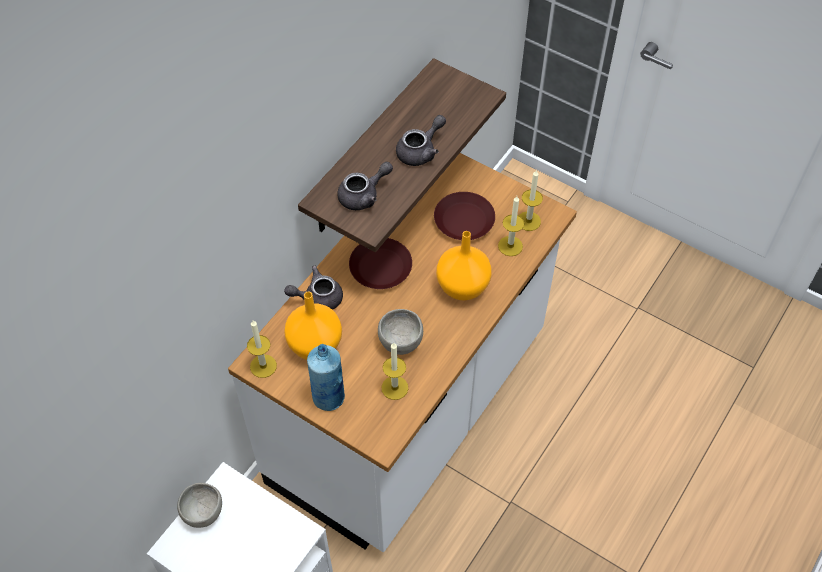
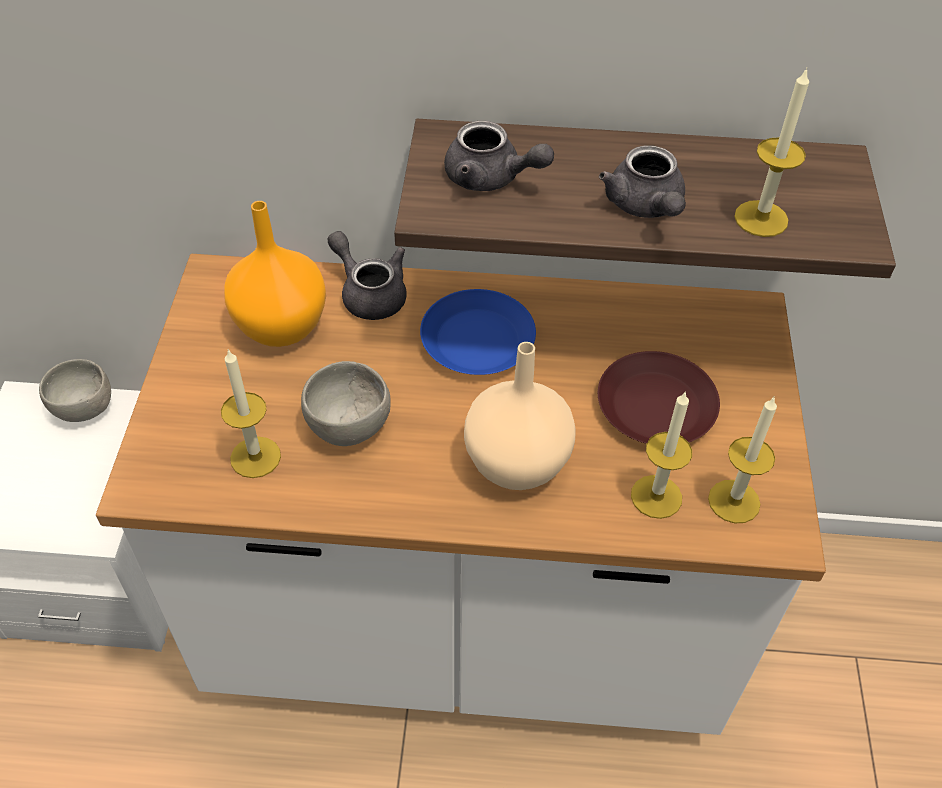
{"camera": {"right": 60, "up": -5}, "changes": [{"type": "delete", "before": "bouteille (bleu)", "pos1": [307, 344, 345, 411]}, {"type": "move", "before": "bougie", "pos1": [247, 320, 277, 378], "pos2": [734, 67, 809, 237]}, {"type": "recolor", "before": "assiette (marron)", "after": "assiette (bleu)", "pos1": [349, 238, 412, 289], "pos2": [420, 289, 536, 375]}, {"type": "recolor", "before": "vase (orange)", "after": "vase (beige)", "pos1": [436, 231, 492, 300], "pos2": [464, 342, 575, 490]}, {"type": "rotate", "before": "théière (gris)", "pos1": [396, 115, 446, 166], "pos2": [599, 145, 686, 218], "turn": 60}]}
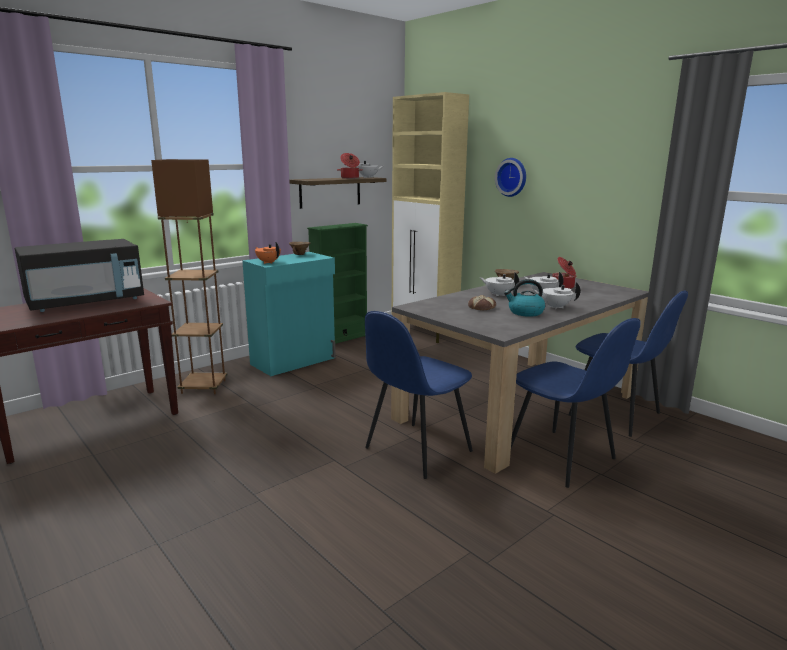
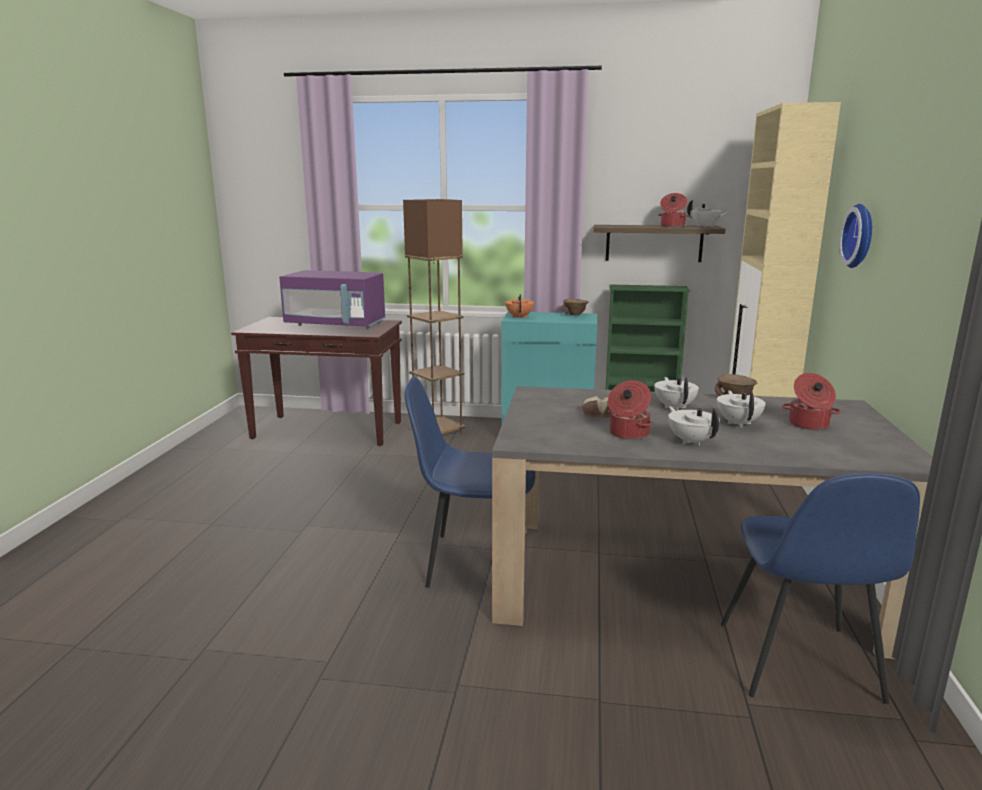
{"camera": {"right": 50, "up": 0}, "changes": [{"type": "delete", "before": "chaise (bleu)", "pos1": [511, 318, 640, 488]}, {"type": "replace", "before": "bouilloire", "after": "marmite", "pos1": [504, 279, 545, 317], "pos2": [608, 380, 653, 440]}, {"type": "recolor", "before": "micro-ondes (noir)", "after": "micro-ondes (violet)", "pos1": [15, 239, 144, 312], "pos2": [279, 270, 386, 329]}]}
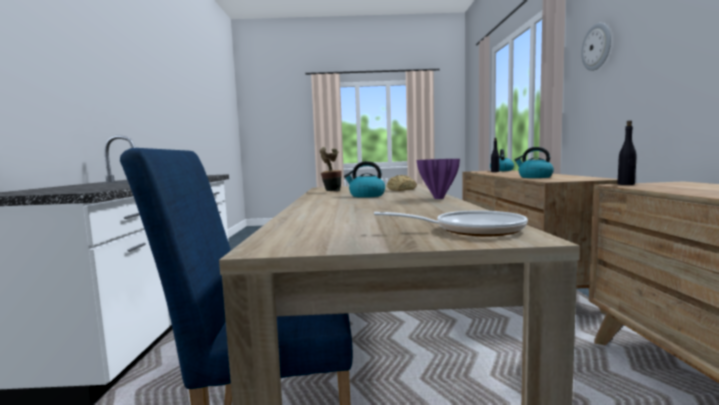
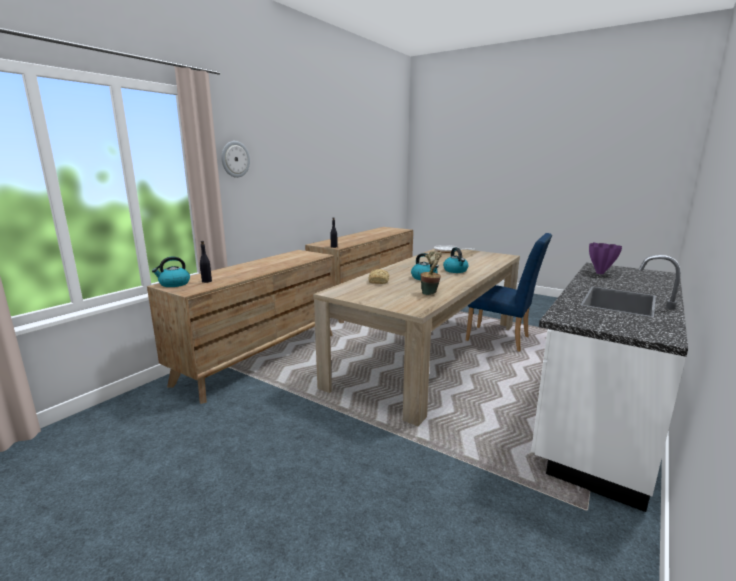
{"camera": {"right": -145, "up": 10}, "changes": [{"type": "move", "before": "vase (violet)", "pos1": [417, 159, 460, 199], "pos2": [589, 243, 622, 274]}, {"type": "move", "before": "bouilloire", "pos1": [515, 147, 554, 178], "pos2": [443, 247, 469, 273]}]}
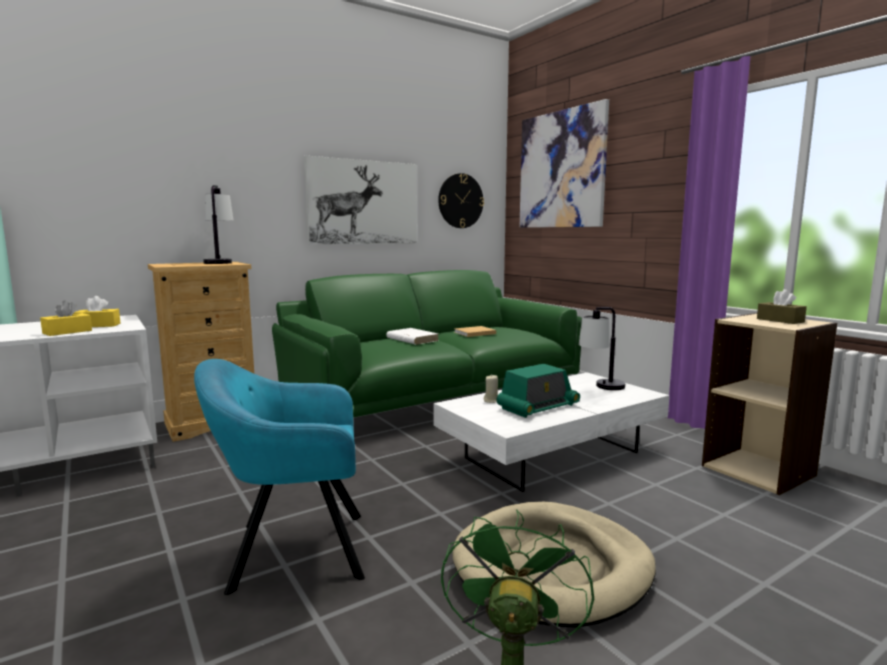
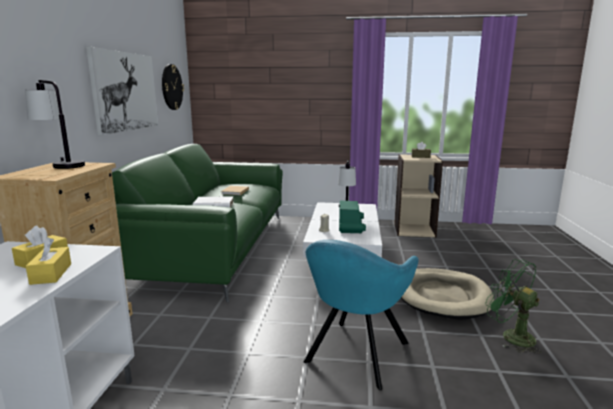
{"camera": {"right": -50, "up": 5}, "changes": [{"type": "delete", "before": "tableau", "pos1": [520, 99, 609, 228]}]}
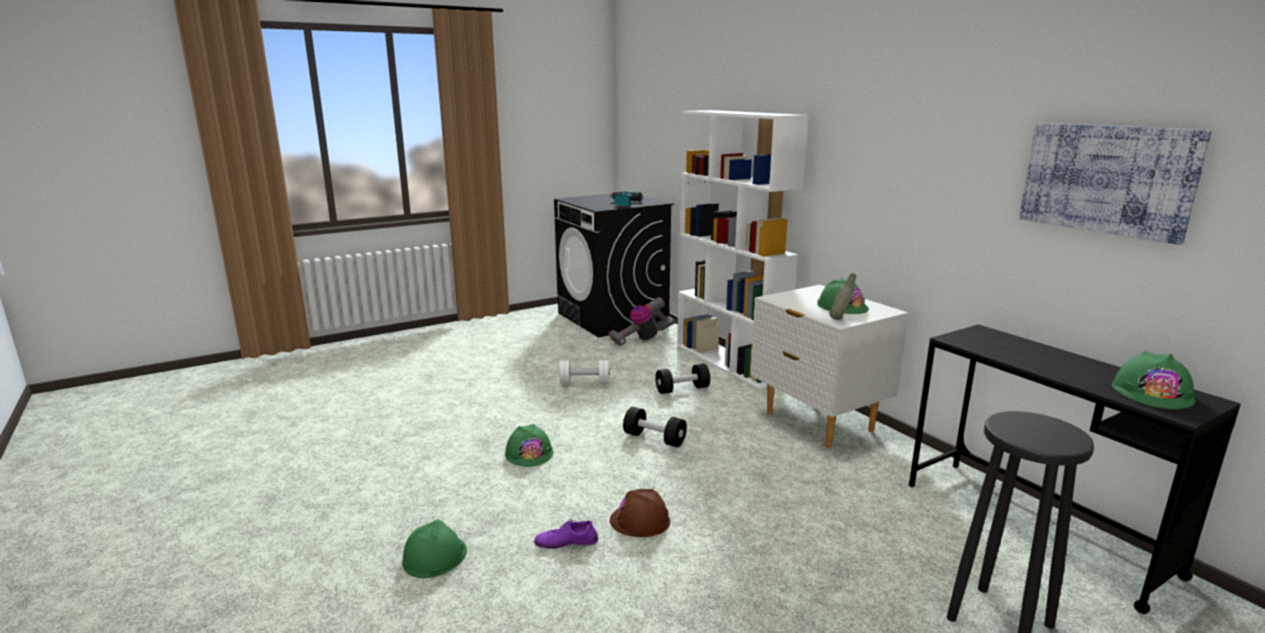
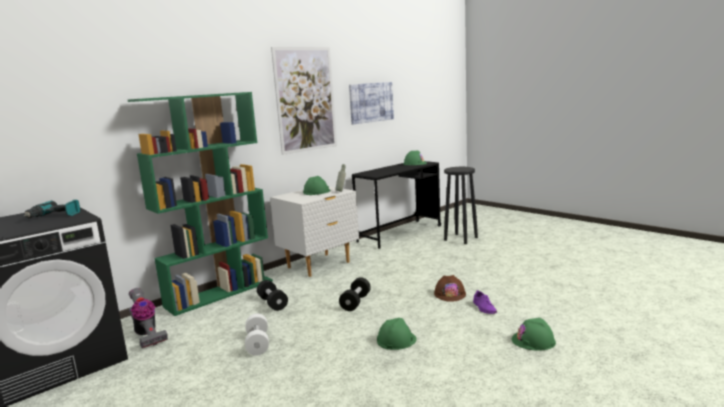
{"camera": {"right": -100, "up": -5}, "changes": [{"type": "insert", "after": "tableau", "pos2": [271, 47, 337, 155]}, {"type": "recolor", "before": "bibliothèque (blanc)", "after": "bibliothèque (vert)", "pos1": [677, 110, 809, 390], "pos2": [128, 92, 273, 316]}]}
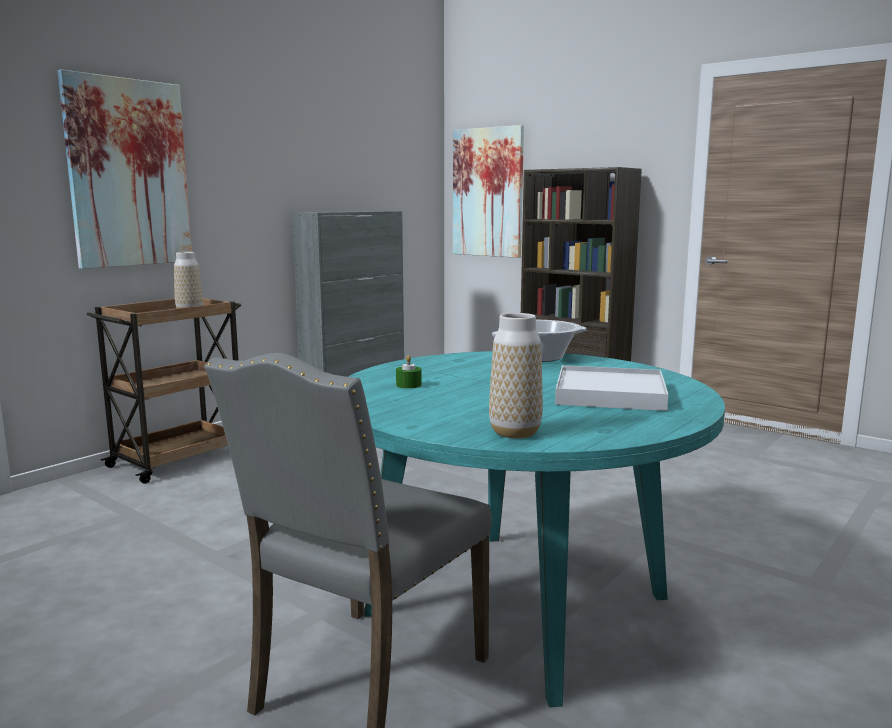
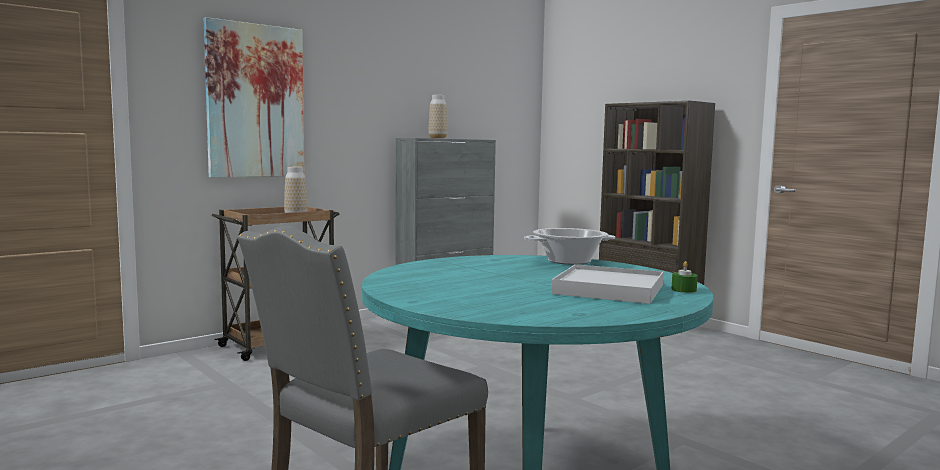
{"camera": {"right": 10, "up": -5}, "changes": [{"type": "delete", "before": "tableau", "pos1": [453, 125, 524, 258]}, {"type": "move", "before": "bougie (vert)", "pos1": [396, 355, 422, 389], "pos2": [671, 261, 698, 293]}, {"type": "move", "before": "vase", "pos1": [489, 313, 543, 438], "pos2": [428, 95, 448, 139]}]}
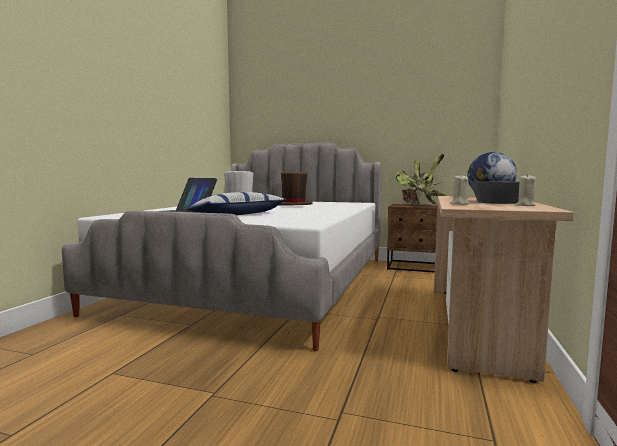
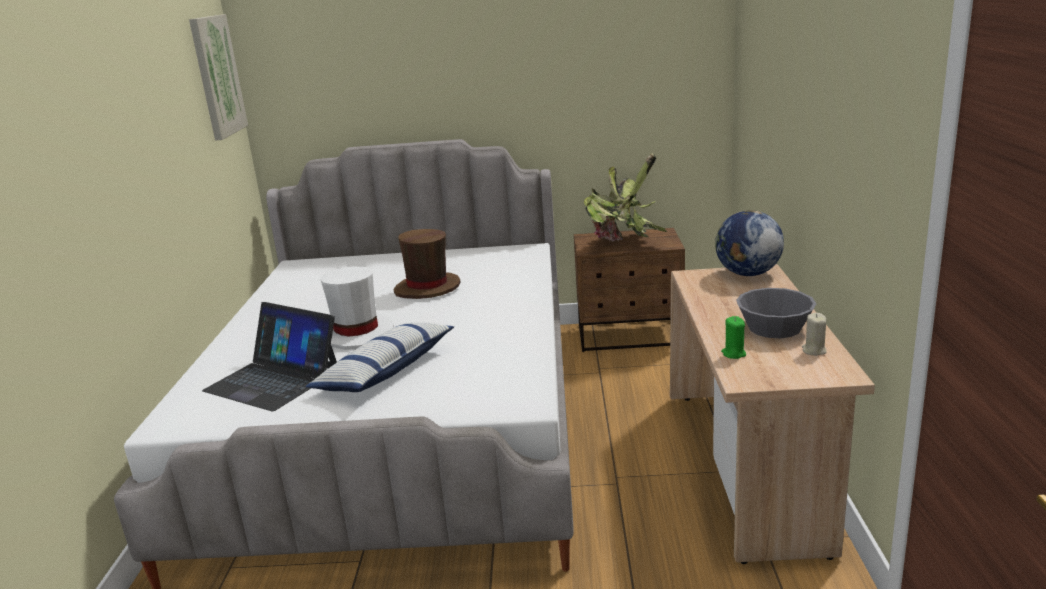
{"camera": {"right": -15, "up": 15}, "changes": [{"type": "insert", "after": "tableau", "pos2": [189, 14, 248, 141]}, {"type": "recolor", "before": "bougie (beige)", "after": "bougie (vert)", "pos1": [450, 176, 469, 205], "pos2": [721, 316, 746, 359]}]}
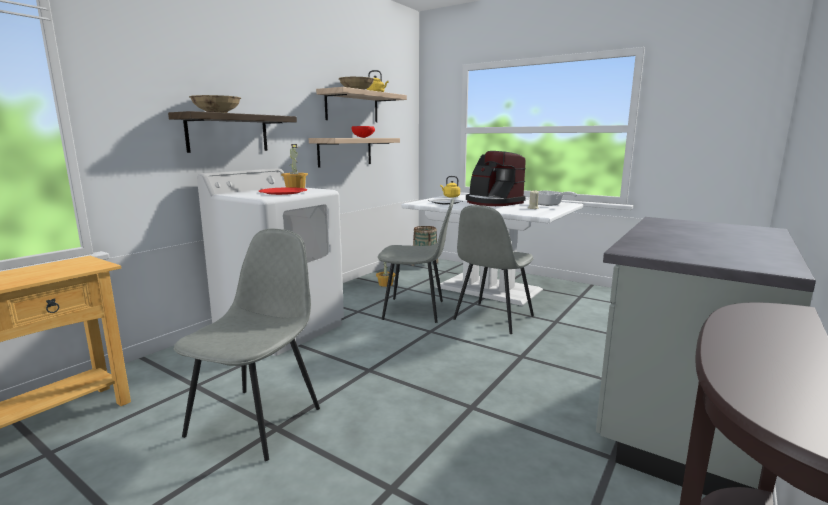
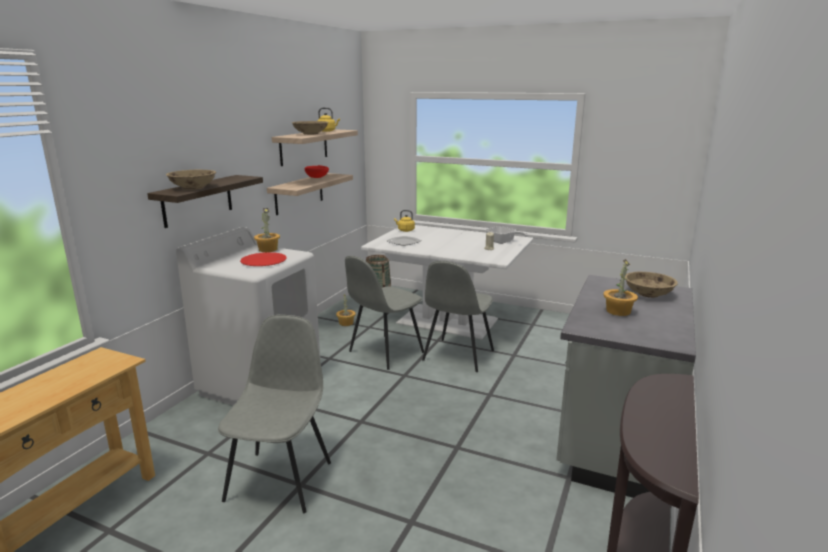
{"camera": {"right": -10, "up": 5}, "changes": [{"type": "delete", "before": "machine à café", "pos1": [466, 151, 526, 206]}, {"type": "insert", "after": "plante en pot", "pos2": [603, 259, 638, 316]}, {"type": "insert", "after": "bol (beige)", "pos2": [625, 272, 678, 298]}, {"type": "rotate", "before": "chaise (gris)", "pos1": [378, 198, 454, 323], "pos2": [345, 256, 424, 370], "turn": 135}]}
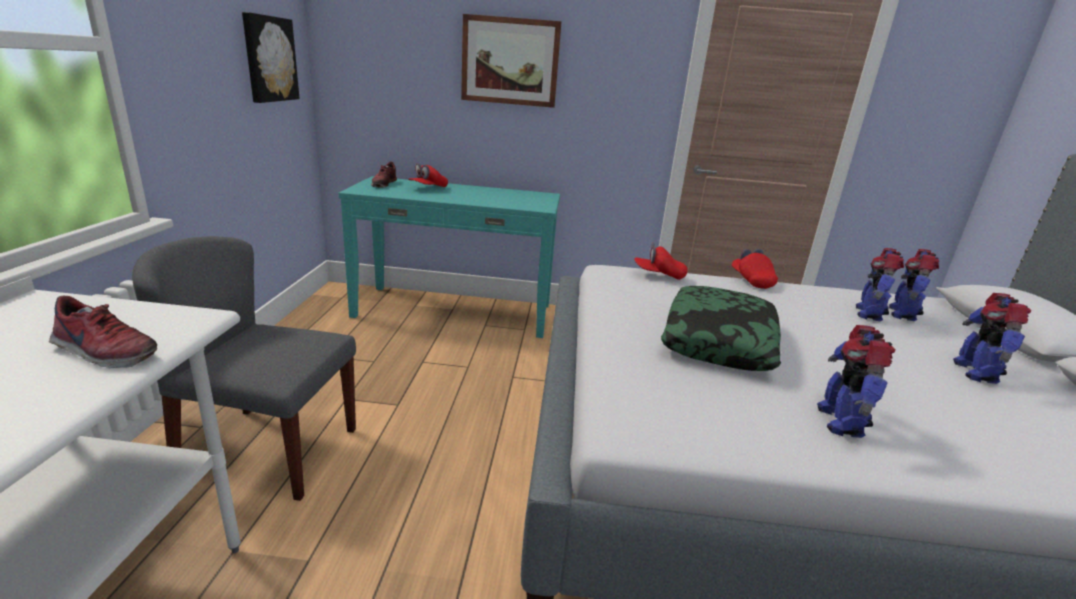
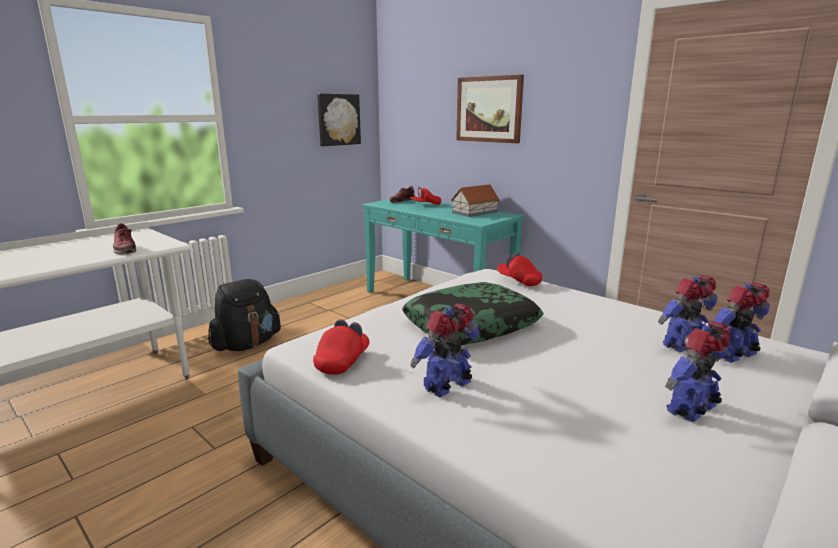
{"camera": {"right": 40, "up": -5}, "changes": [{"type": "insert", "after": "maison miniature", "pos2": [451, 184, 500, 217]}, {"type": "move", "before": "casquette (rouge)", "pos1": [732, 249, 778, 289], "pos2": [313, 319, 370, 375]}, {"type": "replace", "before": "chaise (gris)", "after": "sac à dos (noir)", "pos1": [132, 236, 356, 501], "pos2": [208, 279, 281, 351]}]}
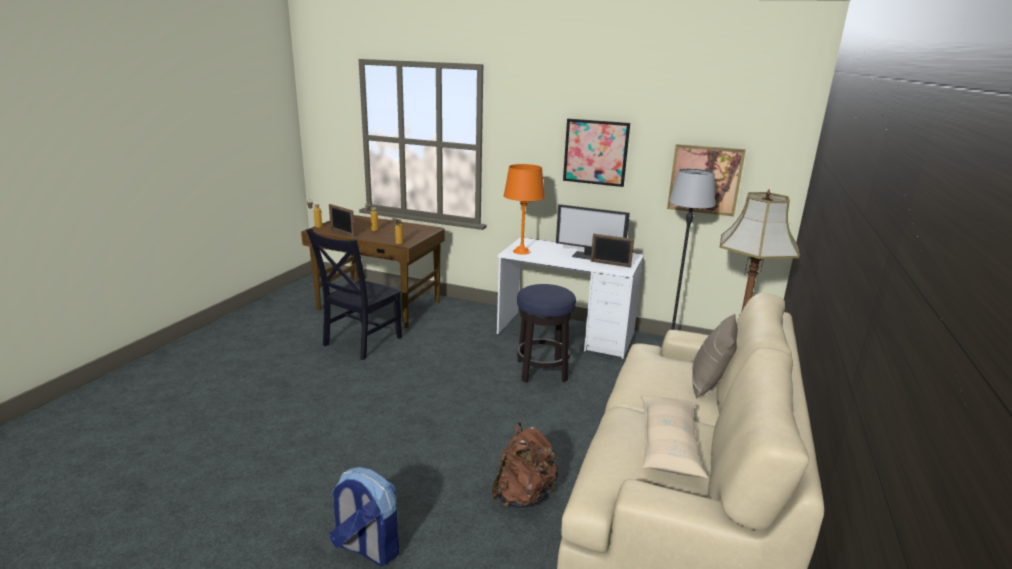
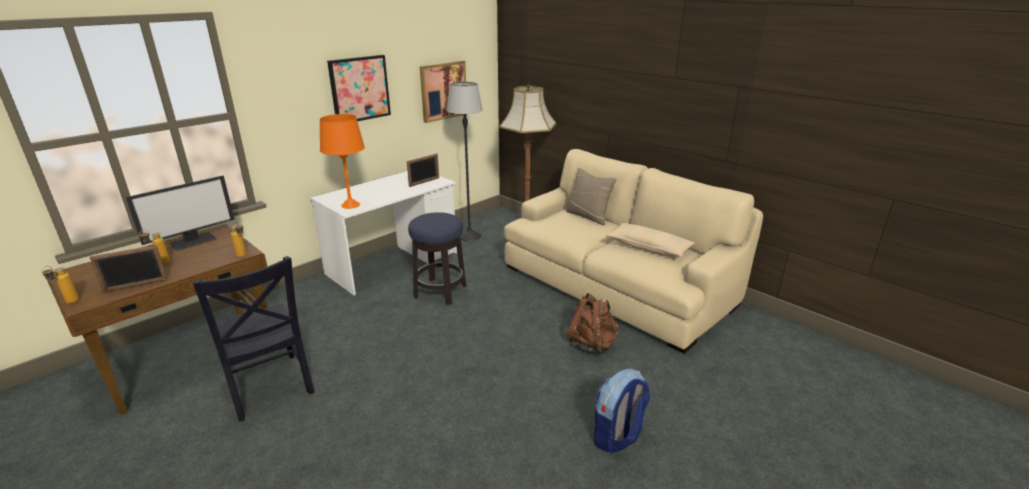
{"camera": {"right": -65, "up": 5}, "changes": [{"type": "move", "before": "écran d'ordinateur", "pos1": [556, 204, 630, 260], "pos2": [126, 176, 235, 251]}]}
